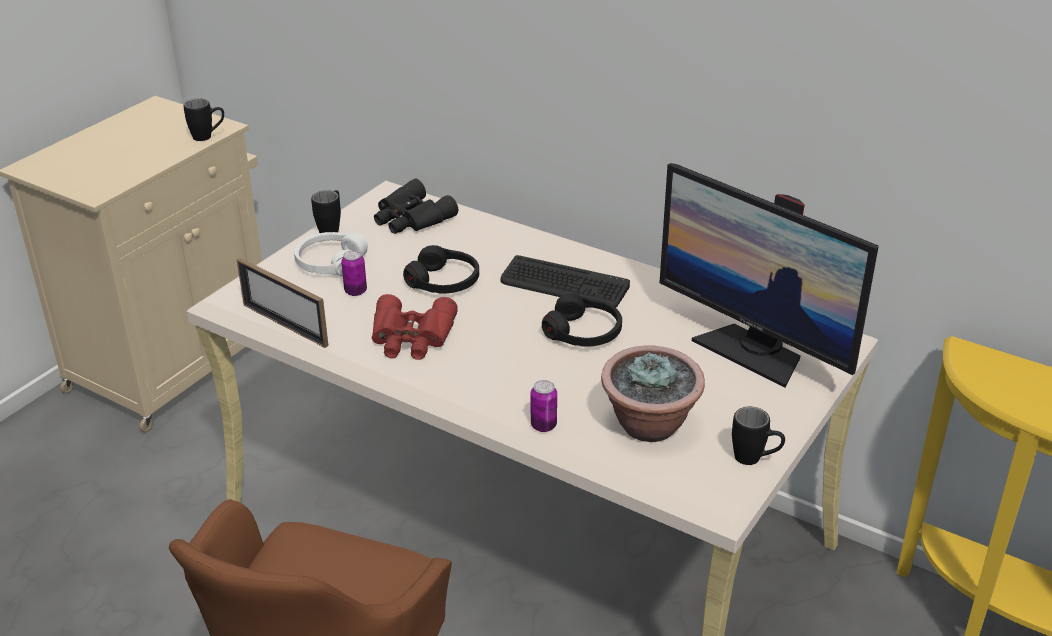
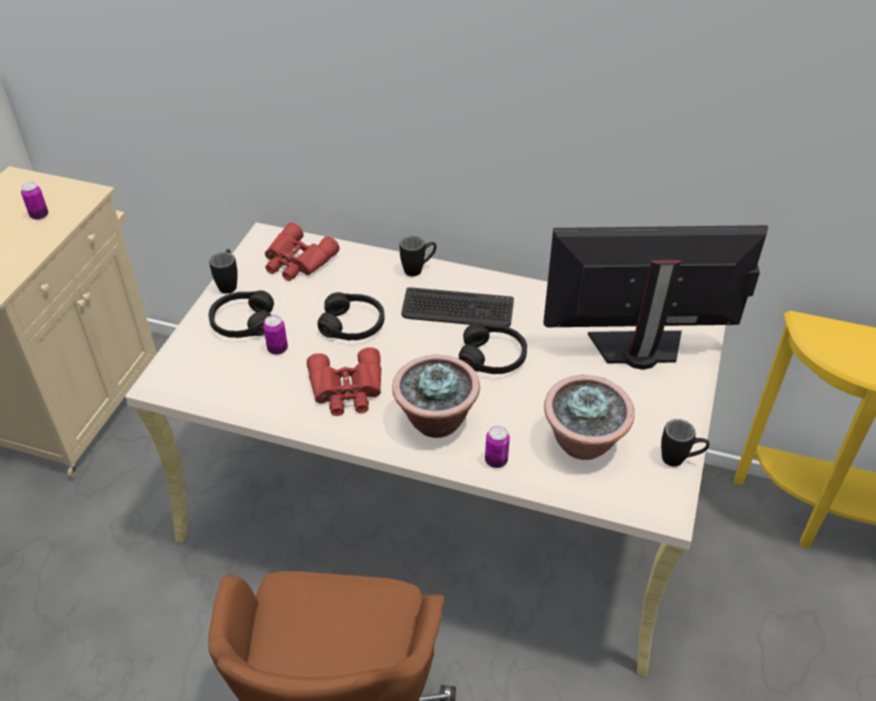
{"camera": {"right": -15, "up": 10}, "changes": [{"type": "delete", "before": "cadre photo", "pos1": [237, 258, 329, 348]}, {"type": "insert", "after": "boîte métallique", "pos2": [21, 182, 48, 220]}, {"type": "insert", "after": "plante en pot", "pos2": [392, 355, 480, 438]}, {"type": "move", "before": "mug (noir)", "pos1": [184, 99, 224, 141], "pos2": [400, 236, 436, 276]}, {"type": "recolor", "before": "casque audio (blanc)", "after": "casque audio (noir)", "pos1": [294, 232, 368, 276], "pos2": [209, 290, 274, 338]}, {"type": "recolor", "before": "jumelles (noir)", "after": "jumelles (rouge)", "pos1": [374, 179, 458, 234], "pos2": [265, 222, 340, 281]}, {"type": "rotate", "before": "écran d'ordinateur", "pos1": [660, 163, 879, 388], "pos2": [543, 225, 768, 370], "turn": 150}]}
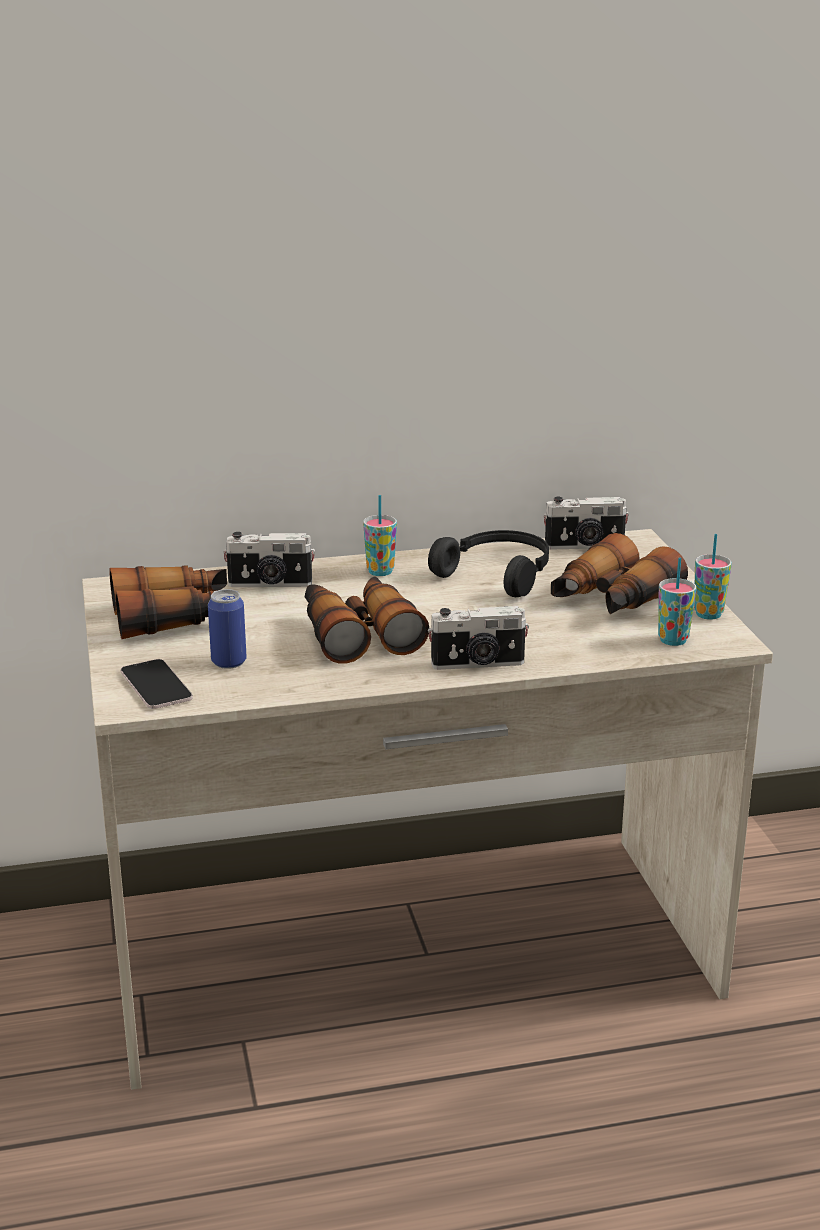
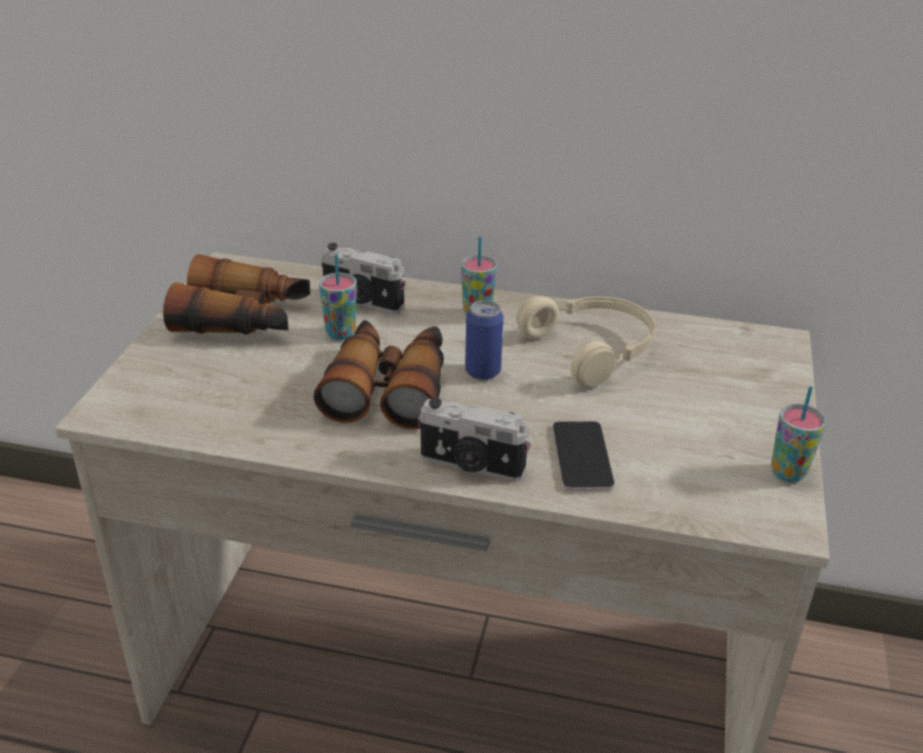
{"camera": {"right": 25, "up": 10}, "changes": [{"type": "delete", "before": "appareil photo", "pos1": [543, 497, 629, 550]}, {"type": "delete", "before": "jumelles", "pos1": [551, 533, 688, 614]}, {"type": "move", "before": "téléphone", "pos1": [120, 659, 193, 709], "pos2": [552, 421, 615, 491]}, {"type": "move", "before": "boîte métallique", "pos1": [208, 589, 246, 669], "pos2": [465, 300, 504, 380]}, {"type": "move", "before": "tasse", "pos1": [658, 557, 696, 646], "pos2": [319, 254, 357, 340]}, {"type": "recolor", "before": "casque audio (noir)", "after": "casque audio (beige)", "pos1": [428, 530, 549, 597], "pos2": [516, 296, 655, 387]}]}
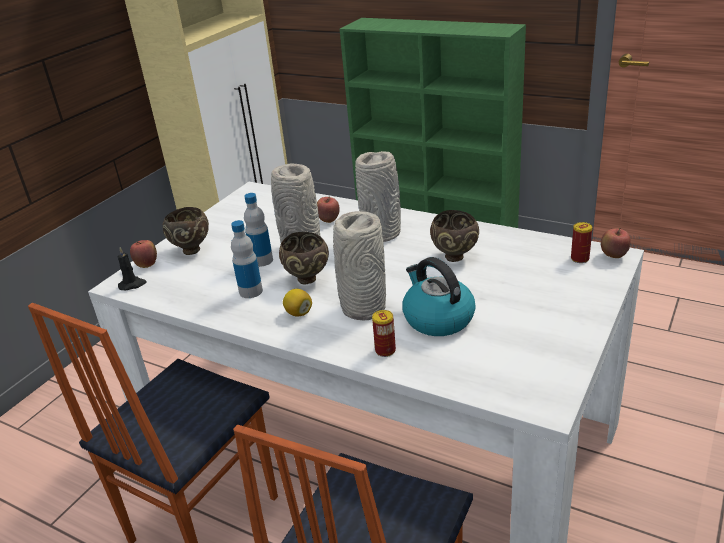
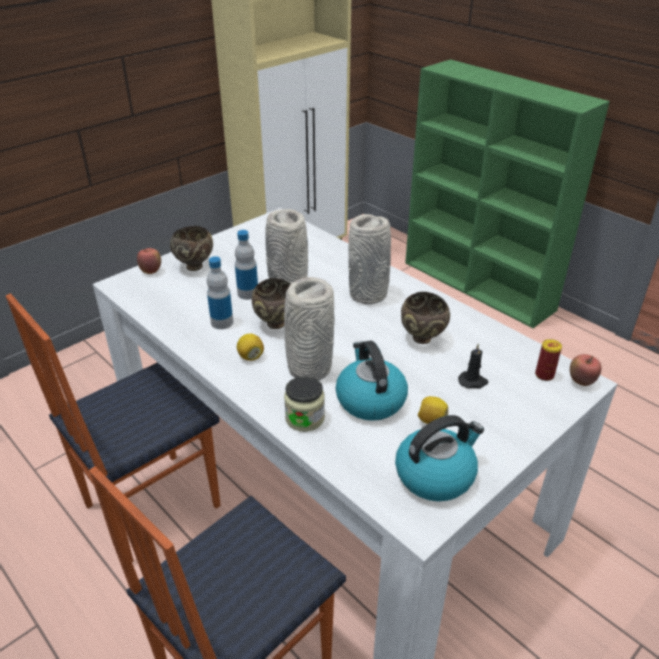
{"camera": {"right": 15, "up": 5}, "changes": [{"type": "delete", "before": "pomme", "pos1": [317, 197, 340, 223]}, {"type": "insert", "after": "bouilloire", "pos2": [395, 415, 484, 501]}, {"type": "insert", "after": "citron", "pos2": [418, 396, 448, 424]}, {"type": "move", "before": "bougie (noir)", "pos1": [117, 247, 147, 291], "pos2": [458, 343, 488, 389]}, {"type": "replace", "before": "boîte métallique", "after": "bocal", "pos1": [372, 310, 396, 357], "pos2": [284, 376, 325, 432]}]}
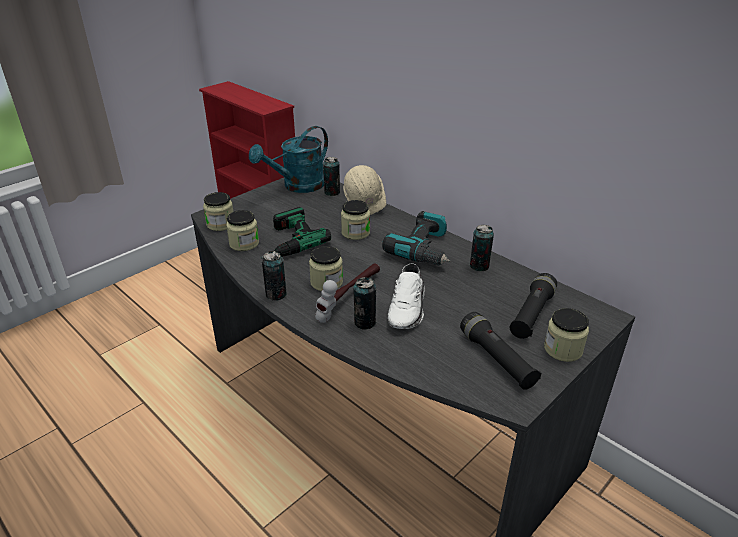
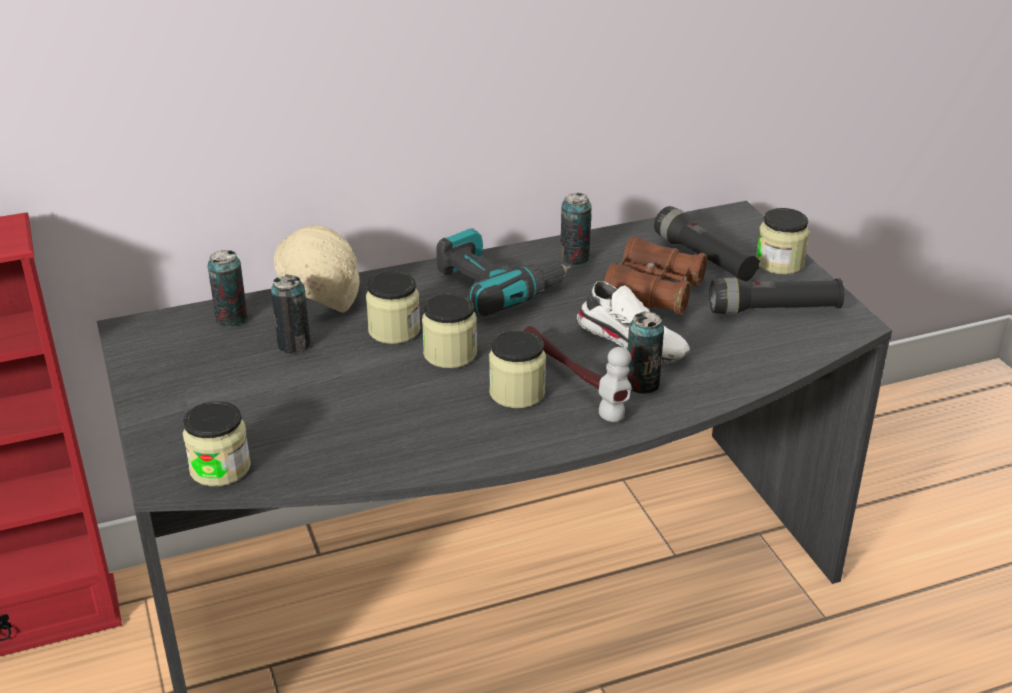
{"camera": {"right": -65, "up": 0}, "changes": [{"type": "delete", "before": "arrosoir (turquoise)", "pos1": [249, 126, 328, 193]}, {"type": "delete", "before": "perceuse", "pos1": [261, 207, 331, 258]}, {"type": "insert", "after": "jumelles (marron)", "pos2": [604, 236, 707, 315]}, {"type": "move", "before": "bocal", "pos1": [226, 210, 259, 251], "pos2": [422, 294, 477, 368]}, {"type": "move", "before": "boîte métallique", "pos1": [262, 251, 287, 301], "pos2": [271, 275, 310, 353]}]}
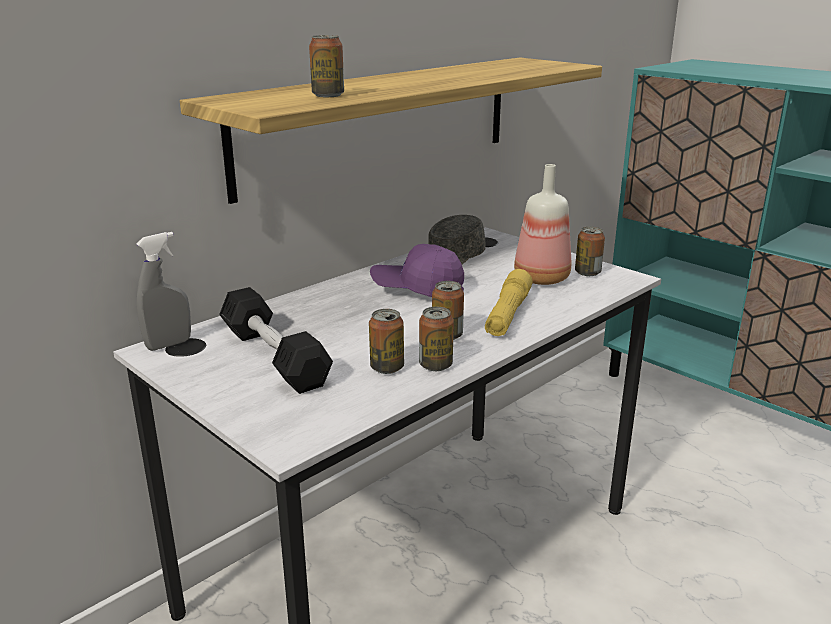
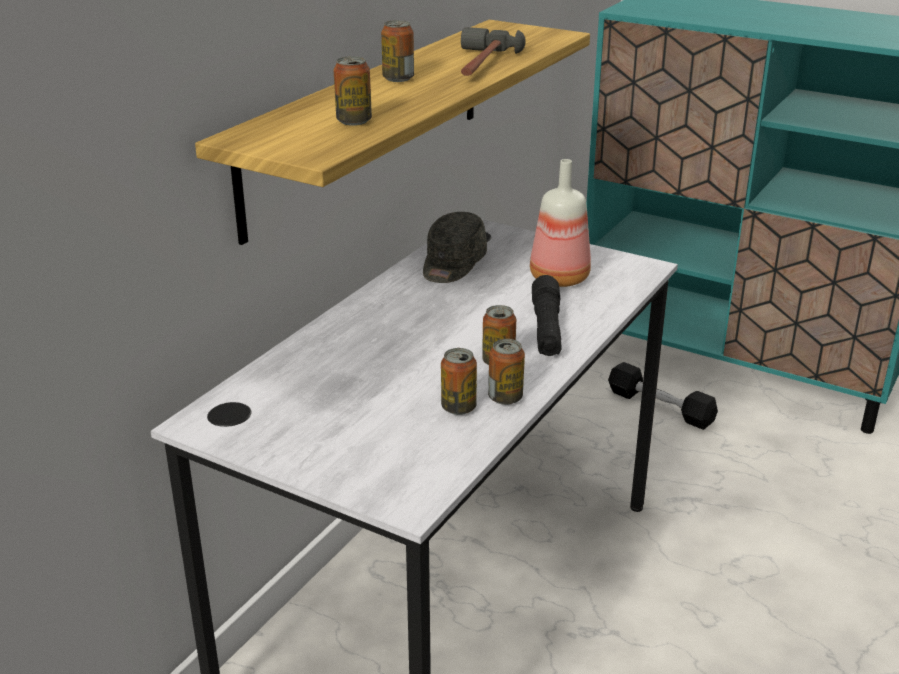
{"camera": {"right": -15, "up": 5}, "changes": [{"type": "delete", "before": "vaporisateur (gris)", "pos1": [136, 232, 191, 351]}, {"type": "delete", "before": "casquette (violet)", "pos1": [370, 244, 464, 297]}, {"type": "insert", "after": "marteau", "pos2": [461, 27, 526, 76]}, {"type": "move", "before": "haltère (noir)", "pos1": [219, 287, 333, 394], "pos2": [608, 362, 718, 430]}, {"type": "move", "before": "boîte métallique", "pos1": [575, 227, 605, 276], "pos2": [381, 20, 414, 82]}, {"type": "recolor", "before": "lampe de poche (jaune)", "after": "lampe de poche (noir)", "pos1": [485, 269, 532, 336], "pos2": [532, 275, 561, 356]}]}
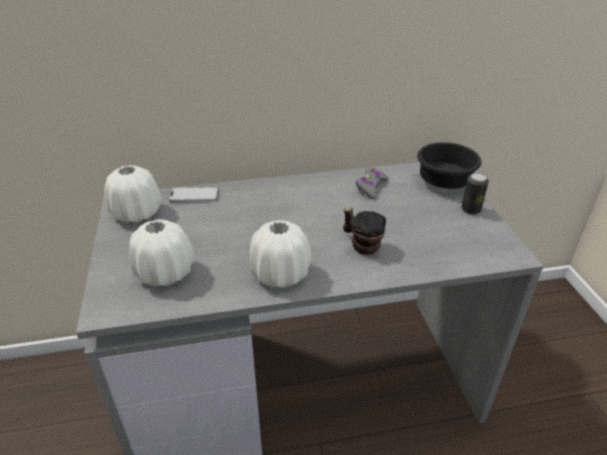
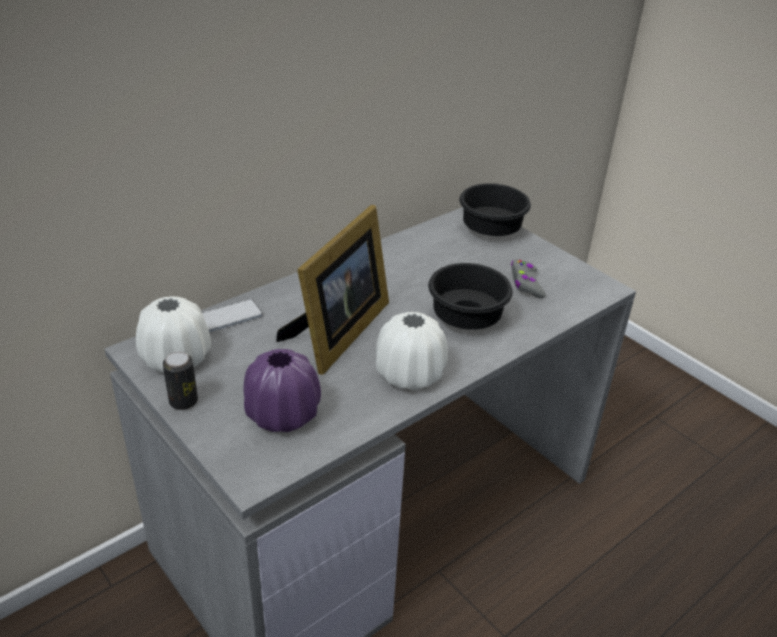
{"camera": {"right": -30, "up": 0}, "changes": [{"type": "insert", "after": "cadre photo", "pos2": [276, 205, 389, 375]}, {"type": "move", "before": "manette (gris)", "pos1": [356, 167, 389, 199], "pos2": [511, 259, 545, 298]}, {"type": "move", "before": "boîte métallique", "pos1": [461, 173, 489, 215], "pos2": [163, 352, 198, 410]}, {"type": "replace", "before": "mug", "after": "bol (noir)", "pos1": [343, 207, 386, 255], "pos2": [428, 263, 513, 330]}, {"type": "recolor", "before": "vase (blanc)", "after": "vase (violet)", "pos1": [129, 219, 194, 287], "pos2": [243, 349, 321, 432]}]}
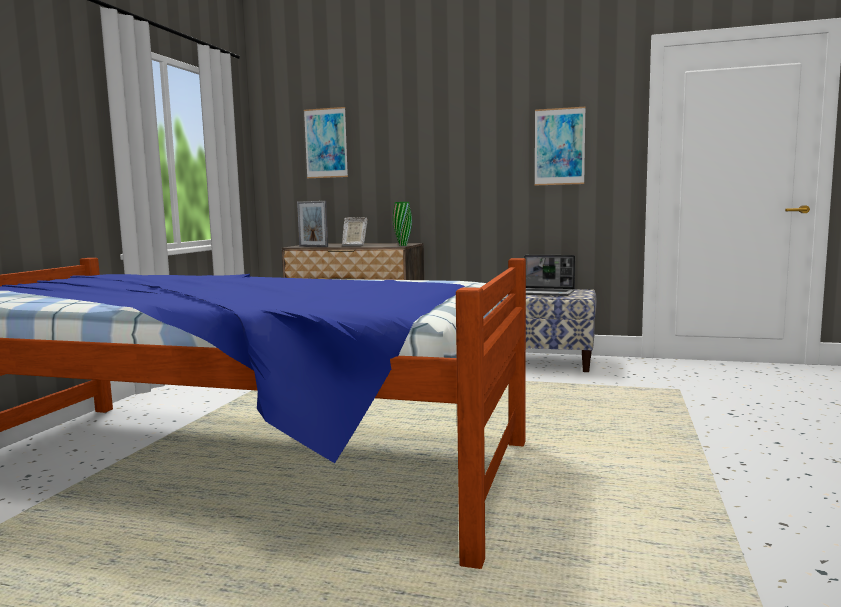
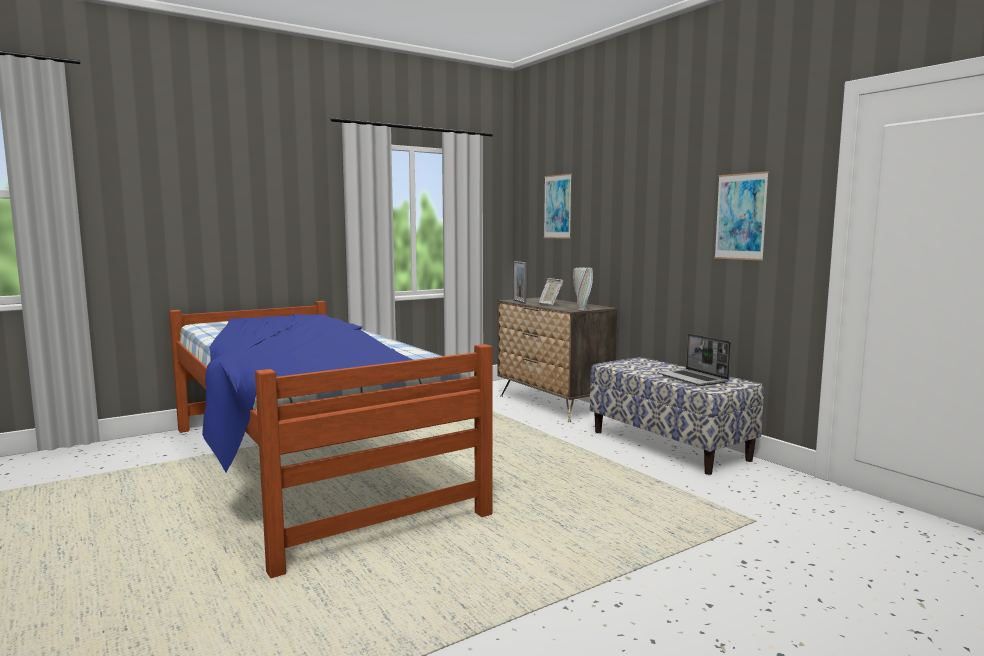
{"camera": {"right": 40, "up": 0}, "changes": [{"type": "recolor", "before": "vase (vert)", "after": "vase (blanc)", "pos1": [393, 202, 412, 246], "pos2": [573, 267, 593, 310]}]}
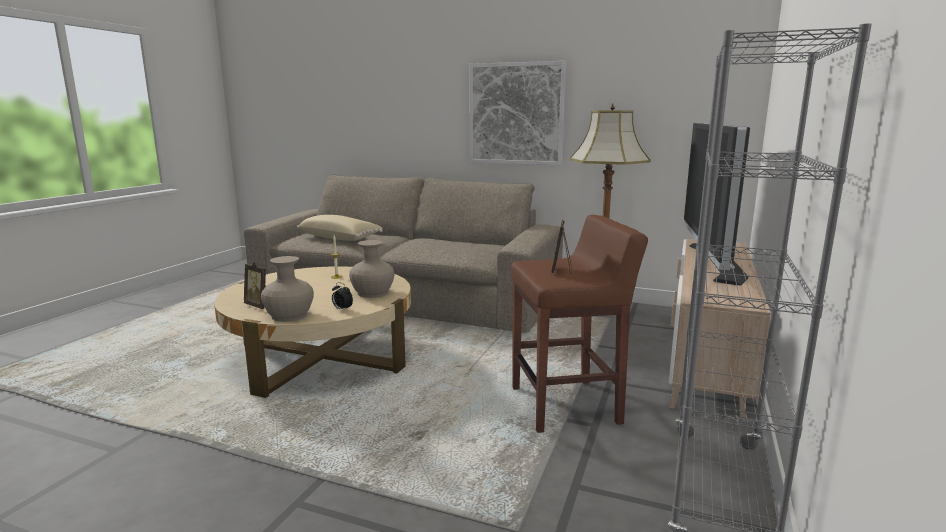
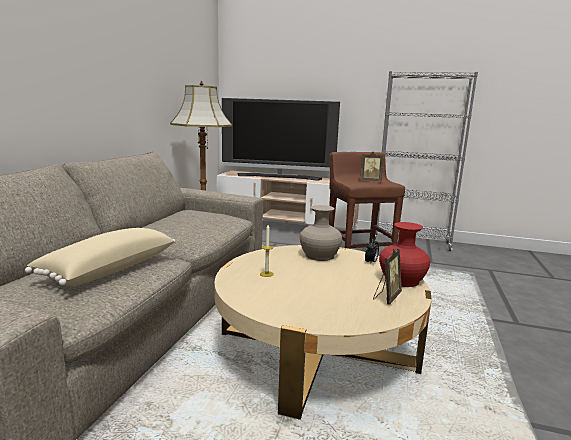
{"camera": {"right": -95, "up": 0}, "changes": [{"type": "delete", "before": "tableau", "pos1": [469, 61, 566, 165]}, {"type": "recolor", "before": "vase (beige)", "after": "vase (rouge)", "pos1": [261, 256, 314, 322], "pos2": [379, 222, 430, 287]}]}
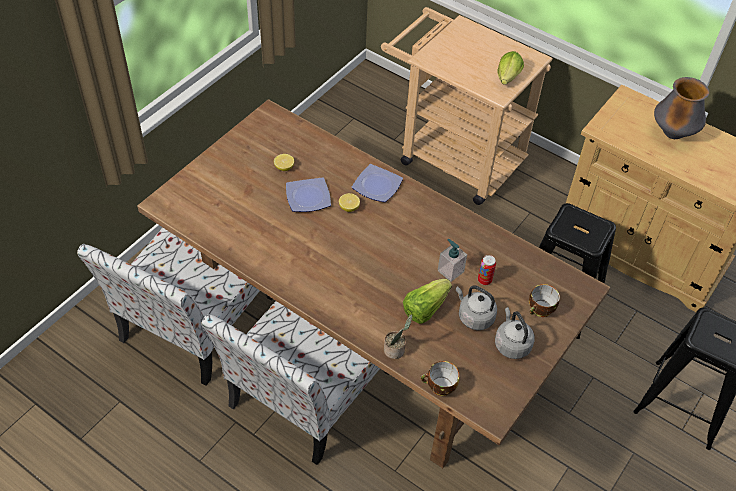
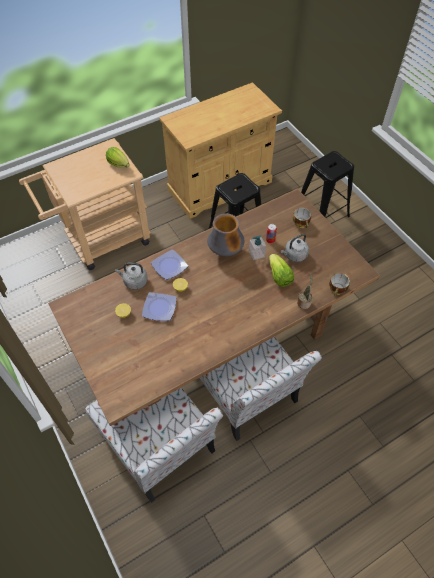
{"camera": {"right": -65, "up": 5}, "changes": [{"type": "move", "before": "bouilloire (gris)", "pos1": [495, 307, 535, 359], "pos2": [115, 263, 147, 290]}, {"type": "move", "before": "vase", "pos1": [654, 77, 709, 139], "pos2": [207, 213, 245, 257]}]}
